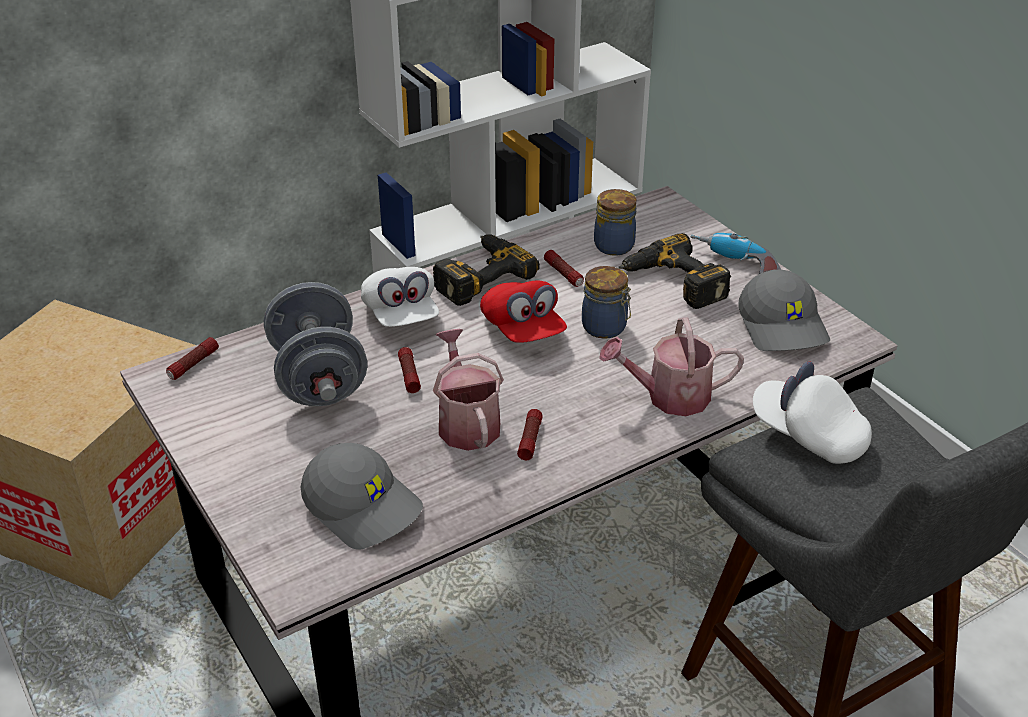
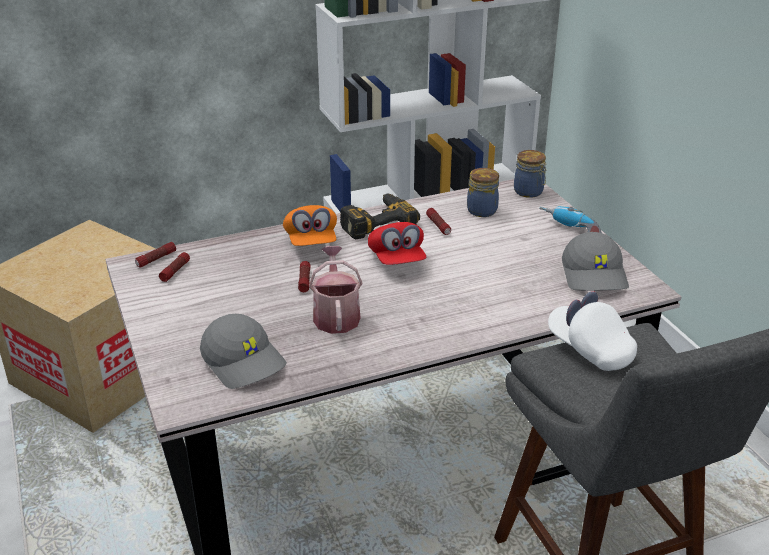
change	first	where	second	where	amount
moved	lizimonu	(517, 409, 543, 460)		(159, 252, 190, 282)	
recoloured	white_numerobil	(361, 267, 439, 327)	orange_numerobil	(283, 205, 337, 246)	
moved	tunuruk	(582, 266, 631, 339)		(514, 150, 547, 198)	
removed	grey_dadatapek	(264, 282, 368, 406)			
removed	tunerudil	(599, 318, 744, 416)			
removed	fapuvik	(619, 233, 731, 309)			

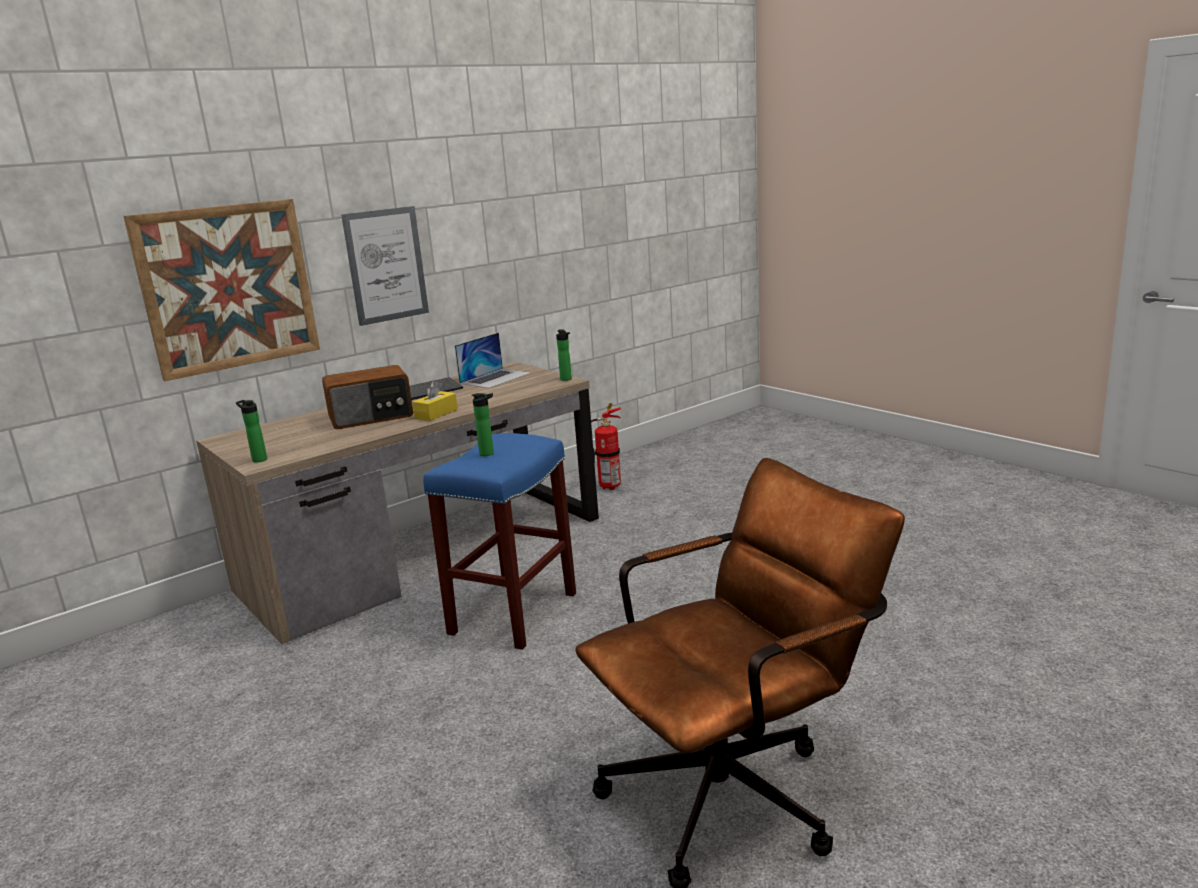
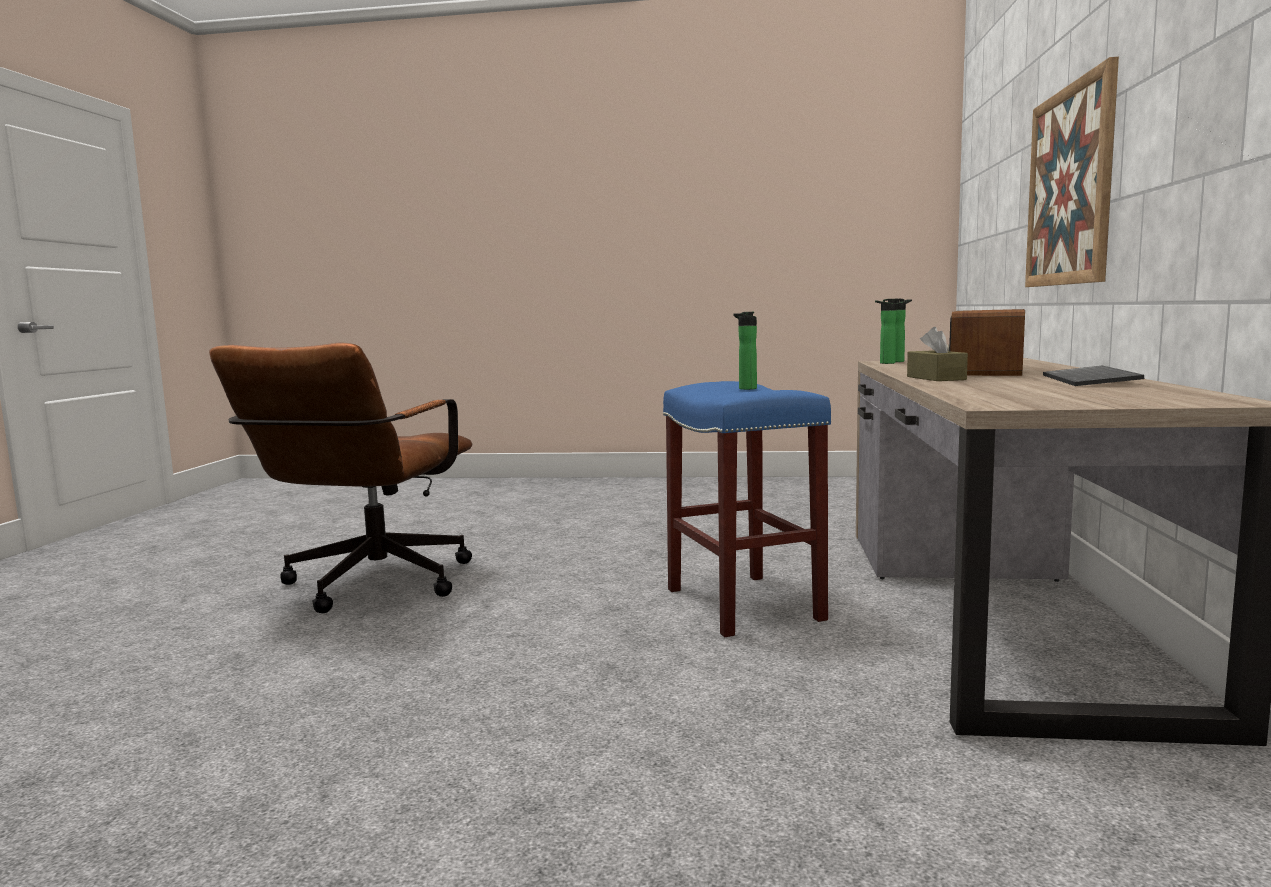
change	first	where	second	where	amount
moved	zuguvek	(556, 330, 572, 381)		(875, 299, 897, 364)	
recoloured	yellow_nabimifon	(412, 381, 458, 421)	brown_nabimifon	(907, 327, 968, 381)	
removed	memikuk	(341, 206, 429, 326)			
removed	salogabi	(455, 333, 531, 388)			
removed	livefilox	(591, 403, 621, 490)			

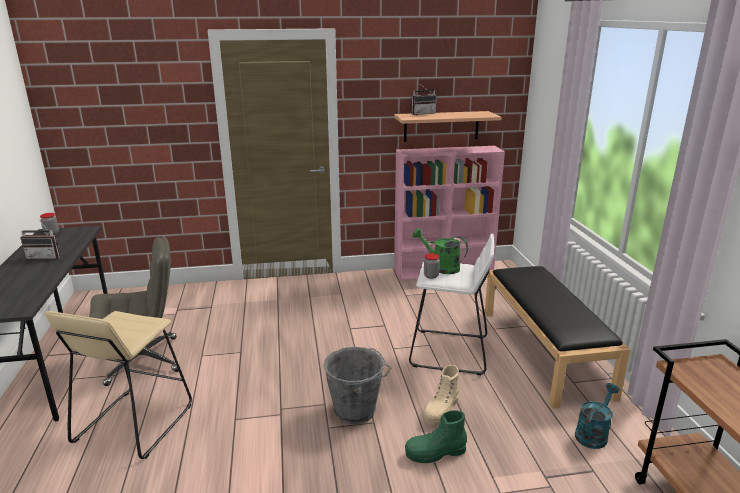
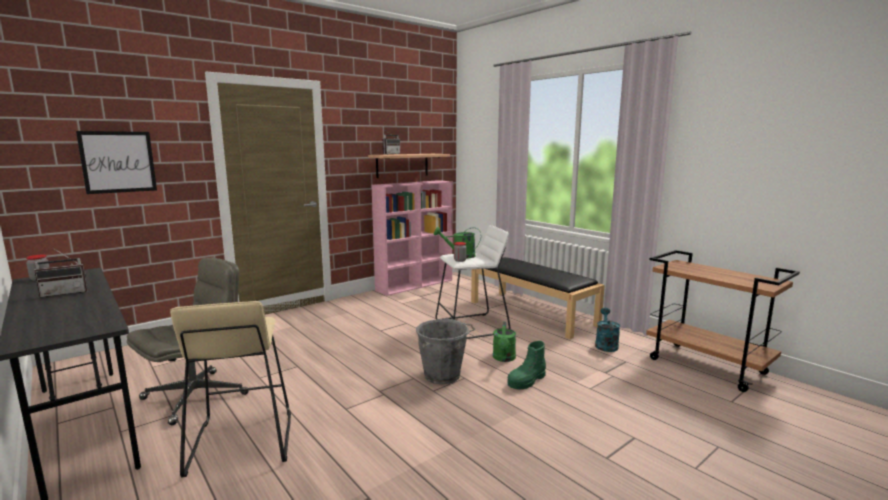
change	first	where	second	where	amount
added			memikuk	(76, 131, 157, 194)	
replaced	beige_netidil	(424, 365, 459, 426)	green_tunerudil	(493, 322, 516, 362)	

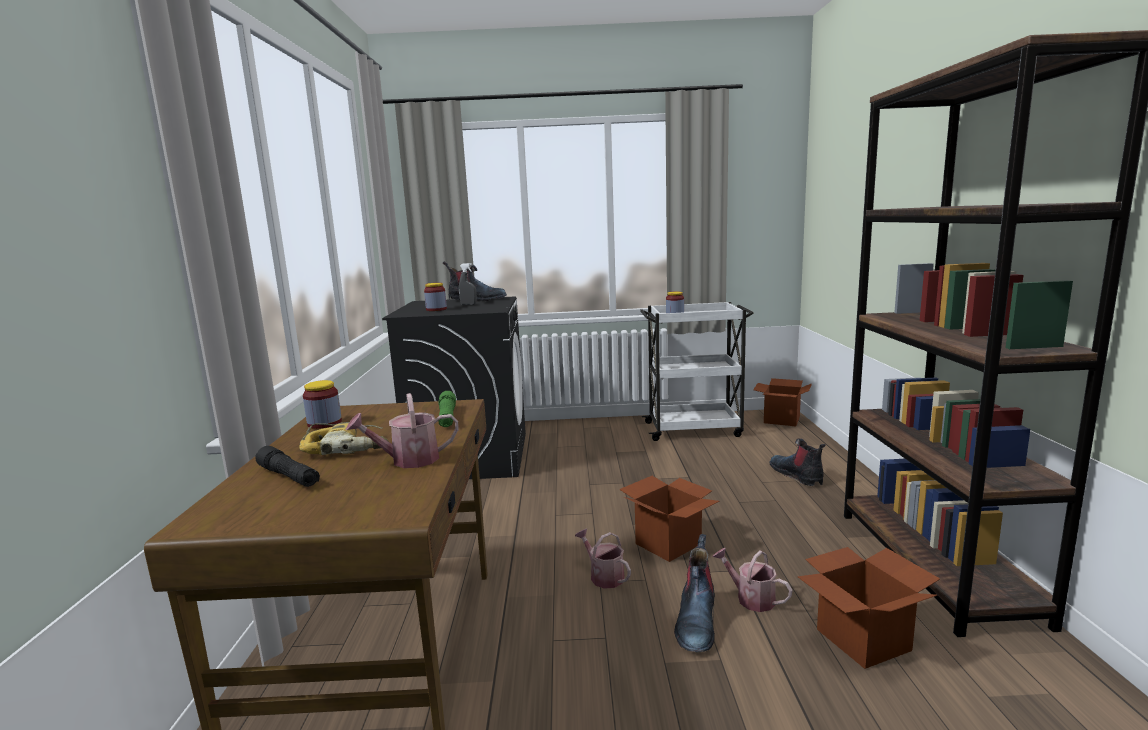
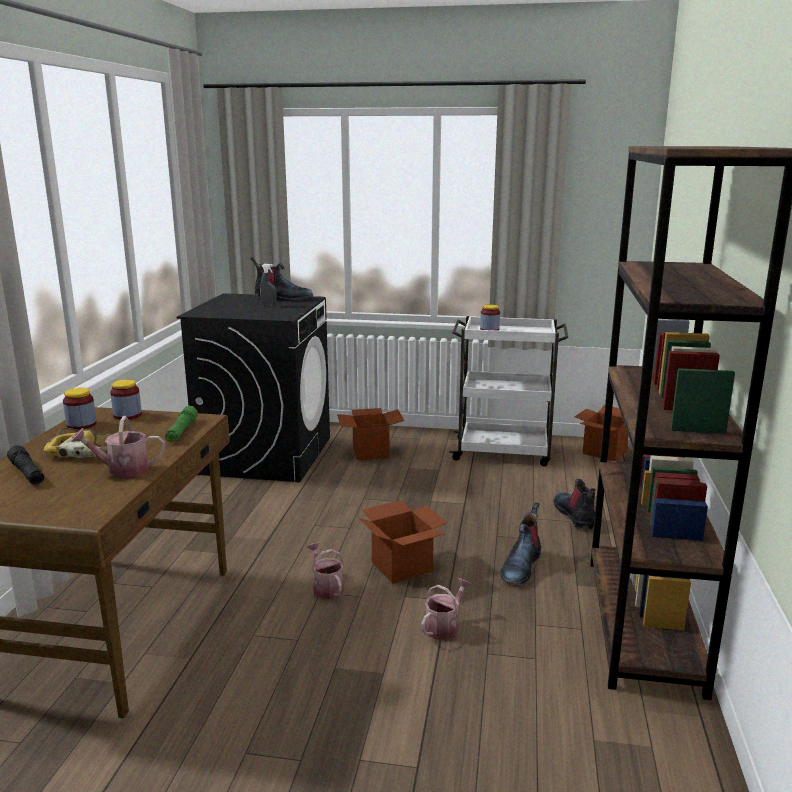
change	first	where	second	where	amount
moved	tunuruk	(424, 283, 447, 311)		(110, 379, 142, 420)	
moved	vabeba	(797, 547, 940, 669)		(337, 408, 404, 460)	
turned	tunerudil	(712, 548, 792, 612)		(421, 578, 471, 640)	75 degrees clockwise
moved	netidil	(674, 534, 715, 652)		(500, 503, 541, 584)	

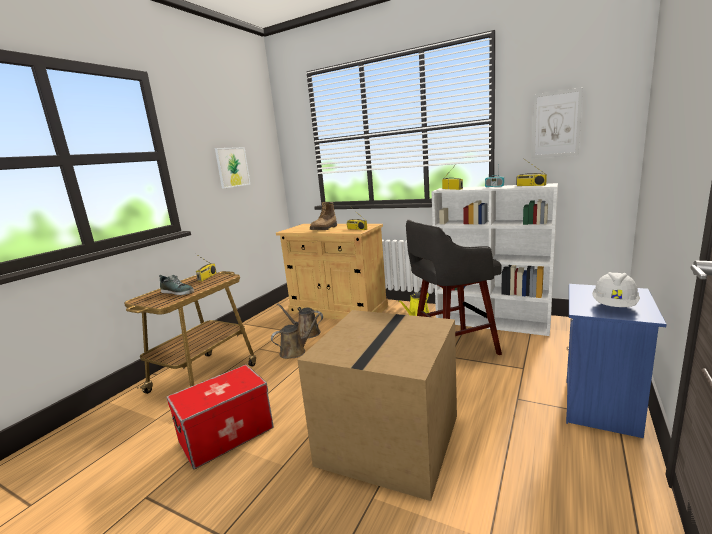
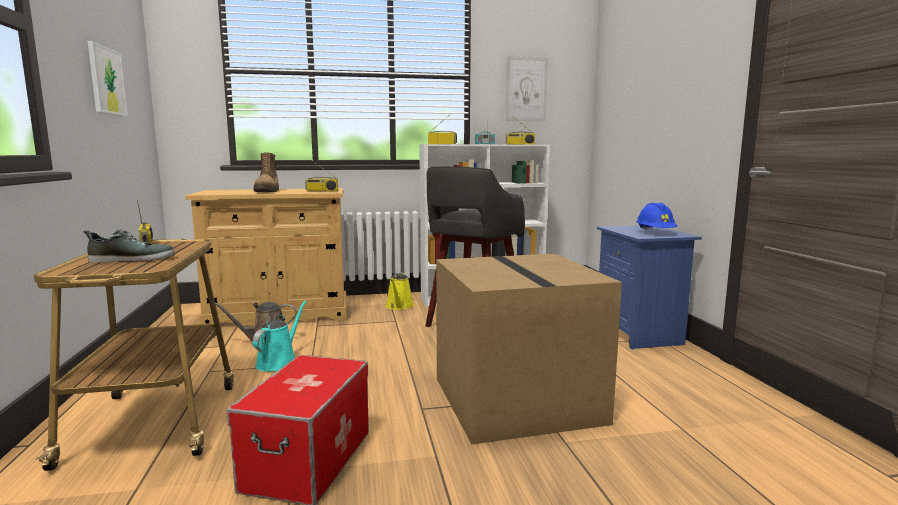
change	first	where	second	where	amount
recoloured	brown_tunerudil	(271, 312, 321, 359)	turquoise_tunerudil	(252, 301, 307, 372)	
recoloured	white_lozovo	(592, 272, 640, 307)	blue_lozovo	(637, 203, 678, 230)	

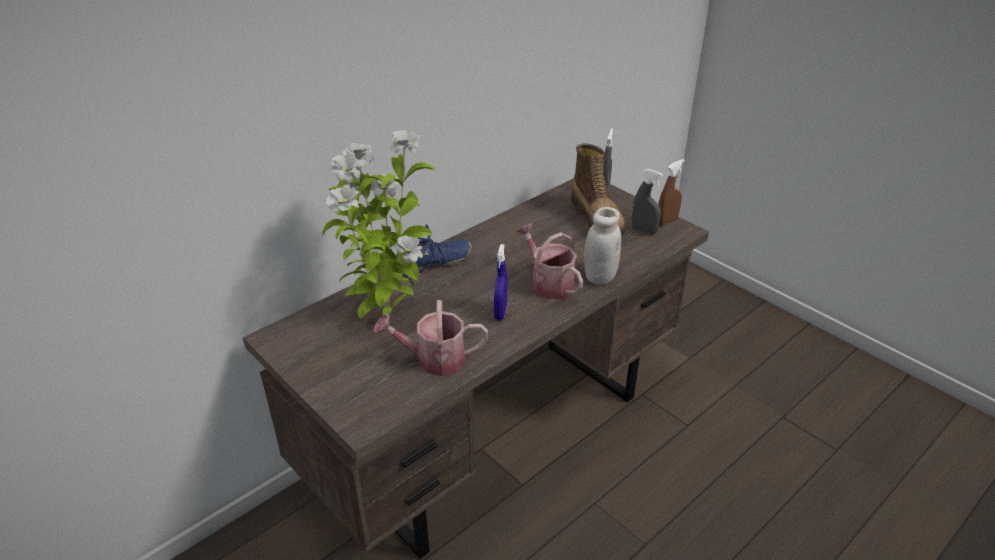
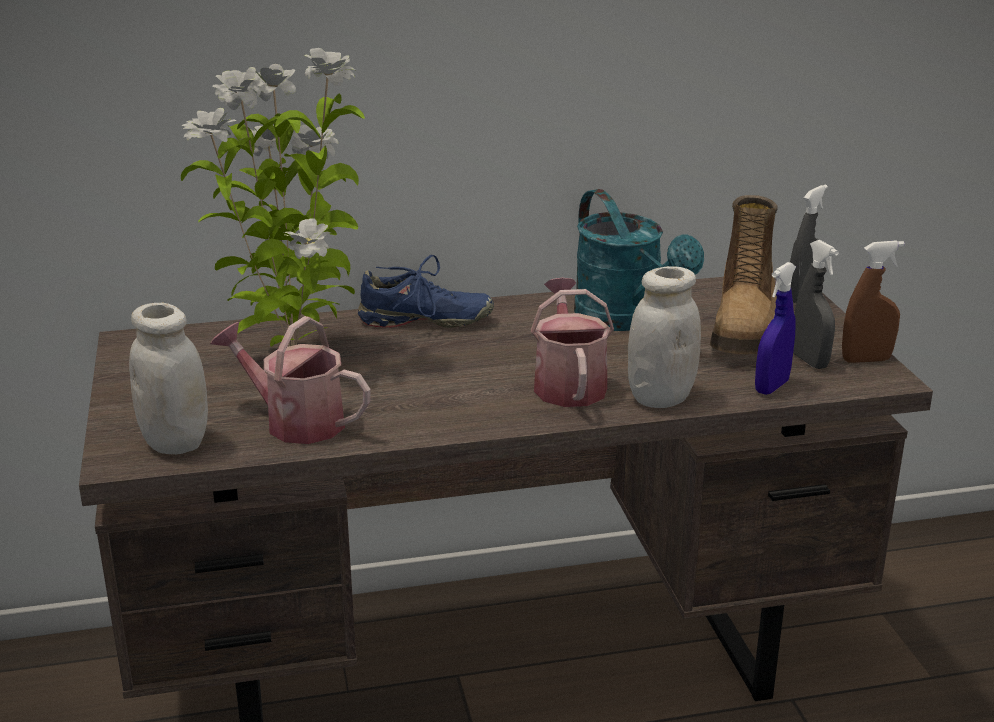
change	first	where	second	where	amount
added			white_tunuruk	(129, 303, 208, 454)	
added			turquoise_tunerudil	(574, 189, 704, 331)	
moved	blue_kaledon	(494, 244, 507, 320)		(755, 262, 796, 395)	

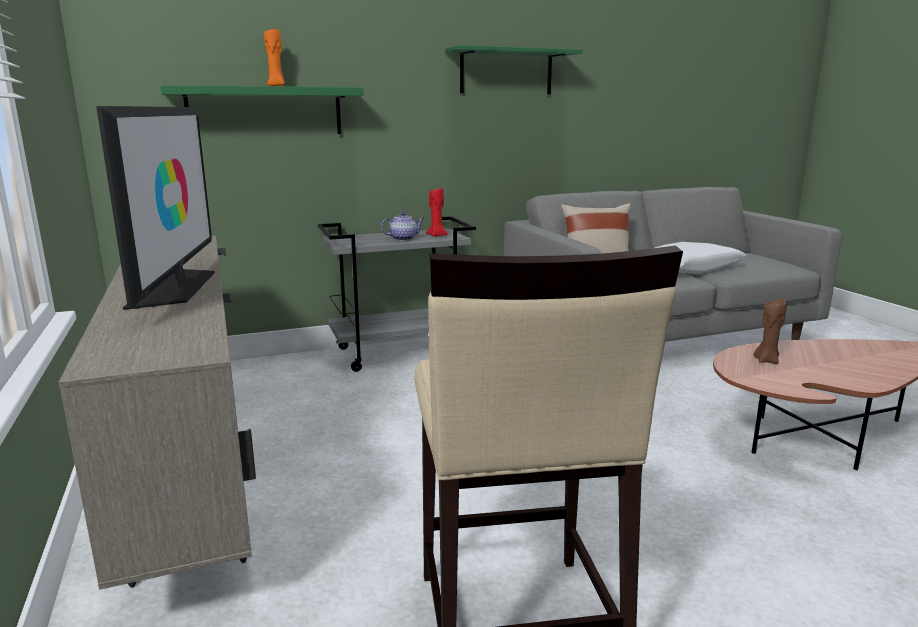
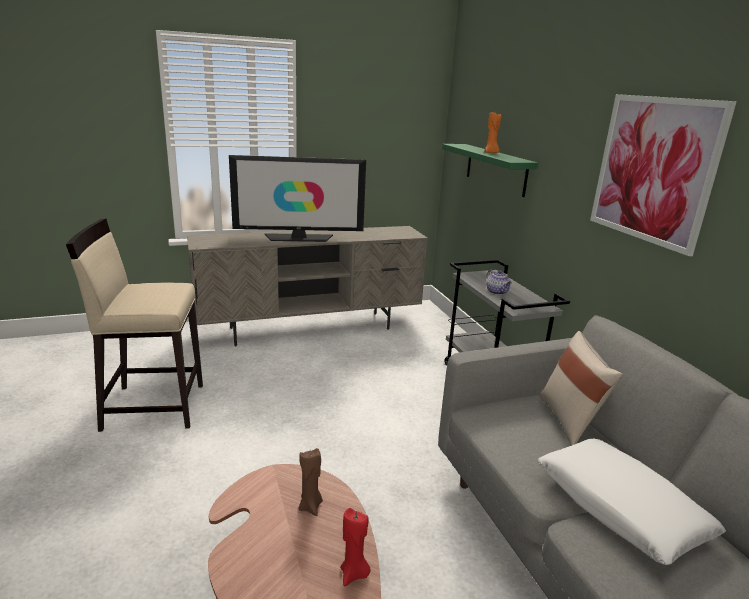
change	first	where	second	where	amount
moved	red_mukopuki	(426, 188, 448, 237)		(340, 508, 371, 586)	
replaced	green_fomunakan	(445, 45, 583, 94)	memikuk	(590, 94, 737, 256)	

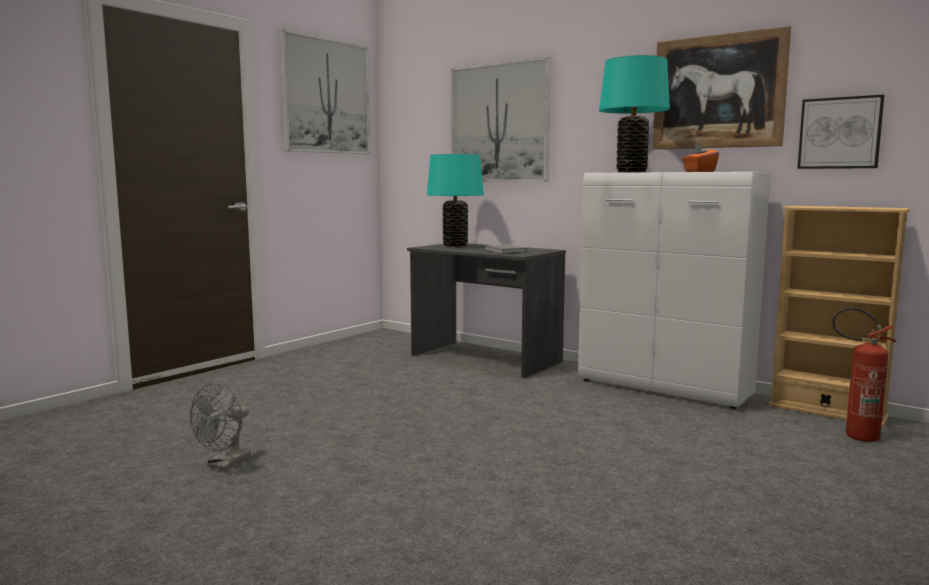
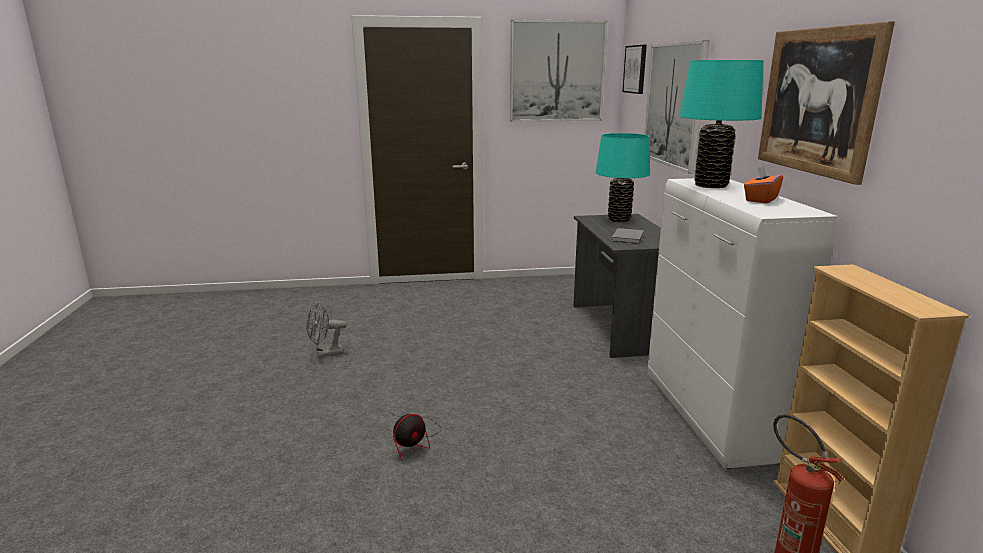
change	first	where	second	where	amount
added			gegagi	(390, 412, 441, 460)	
moved	memikuk	(797, 95, 885, 169)		(622, 45, 647, 94)	

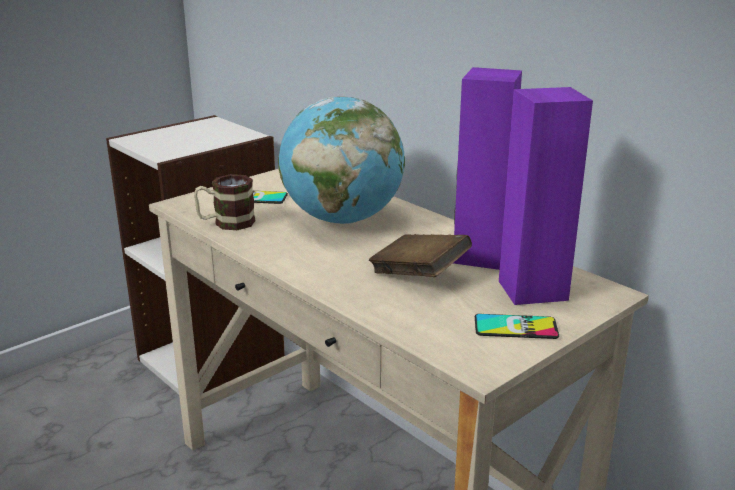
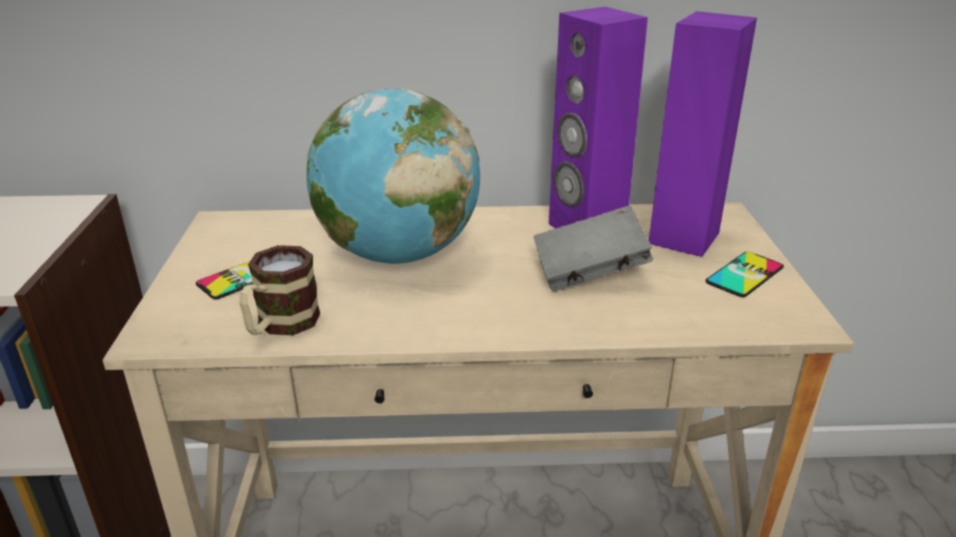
change	first	where	second	where	amount
recoloured	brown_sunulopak	(369, 234, 472, 277)	grey_sunulopak	(533, 205, 653, 291)	

